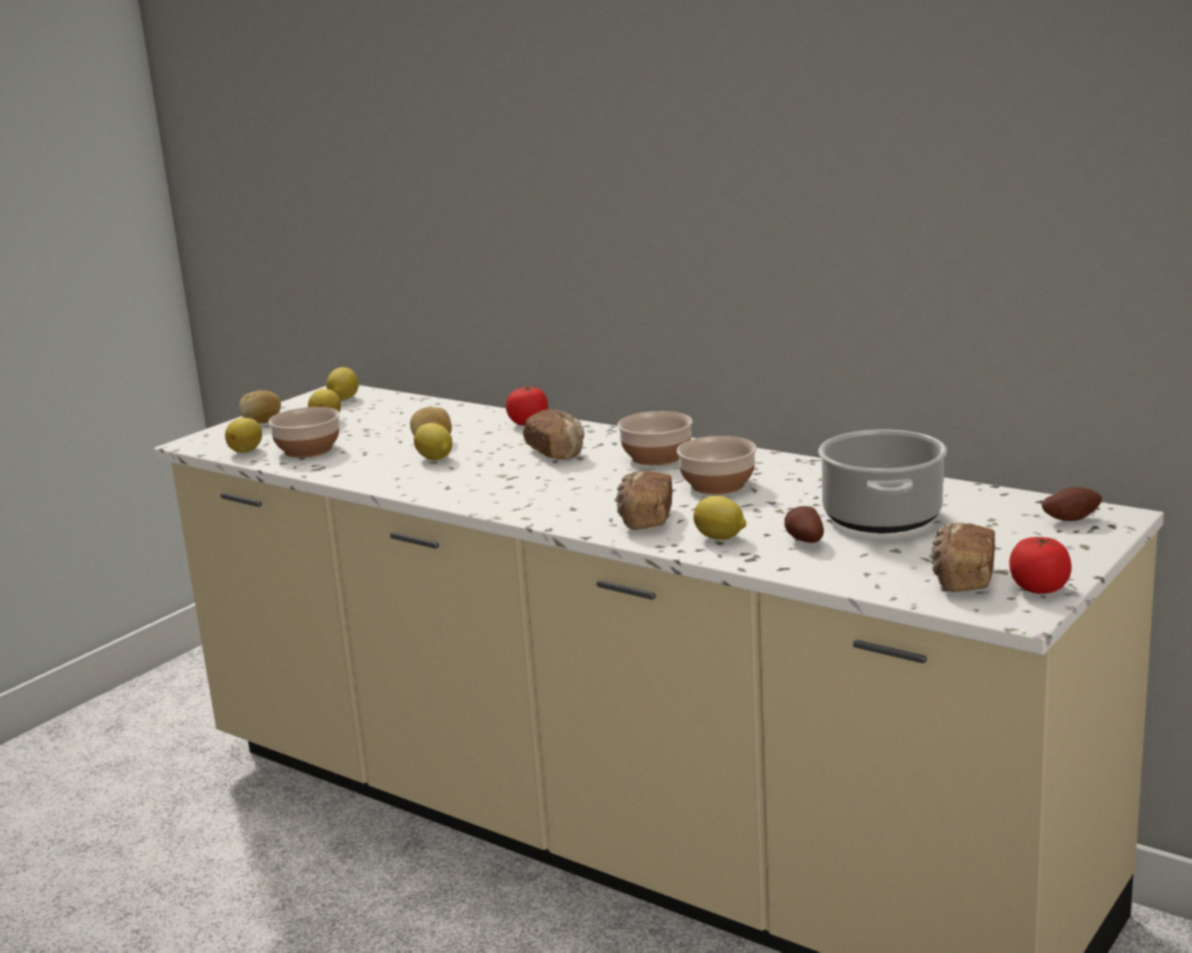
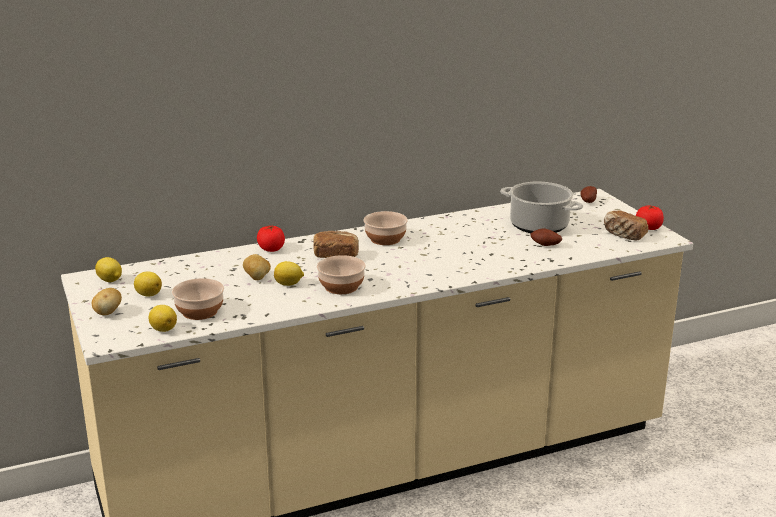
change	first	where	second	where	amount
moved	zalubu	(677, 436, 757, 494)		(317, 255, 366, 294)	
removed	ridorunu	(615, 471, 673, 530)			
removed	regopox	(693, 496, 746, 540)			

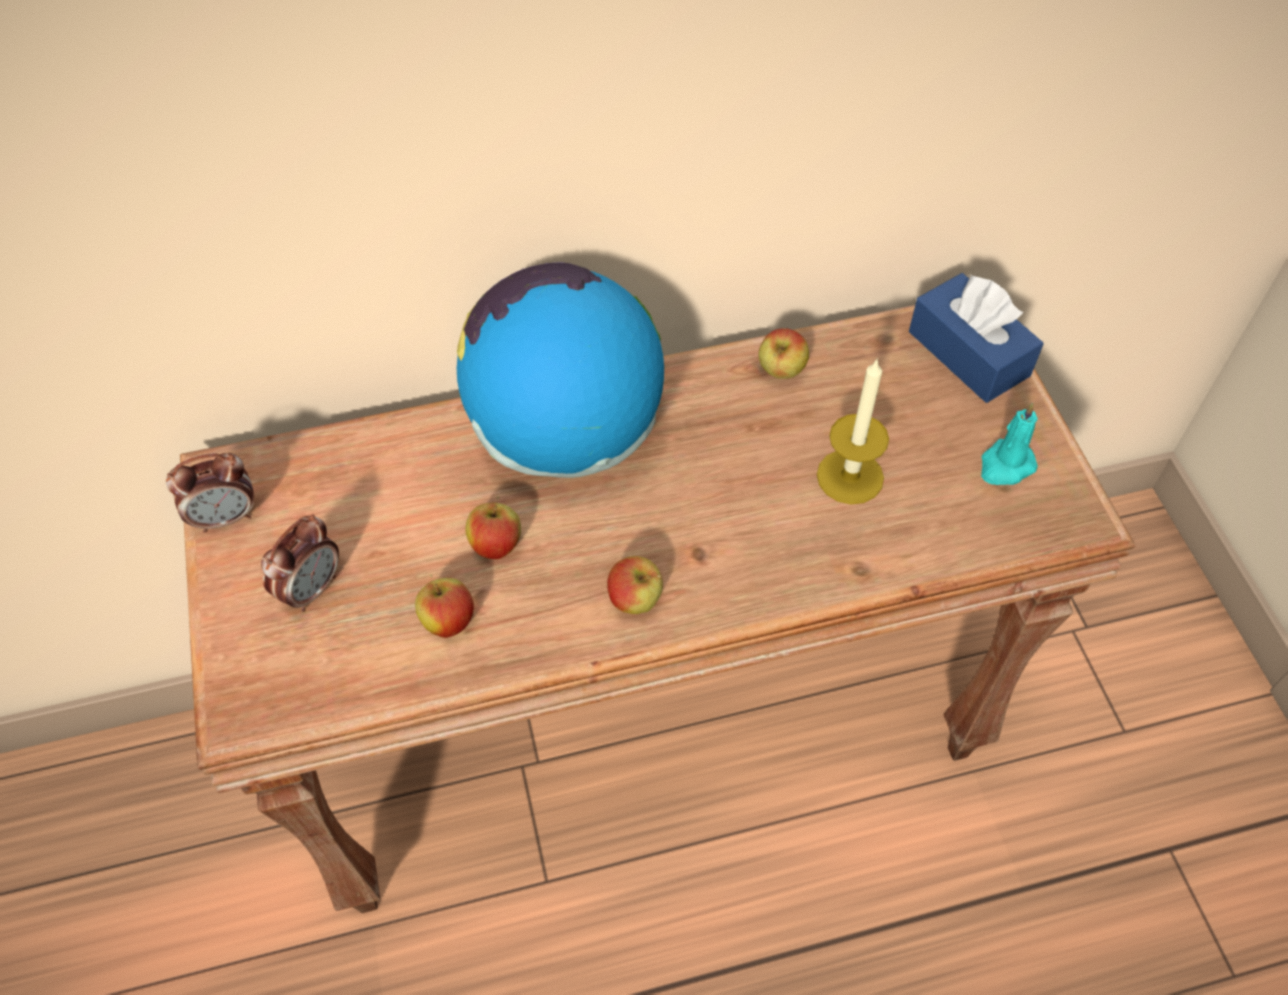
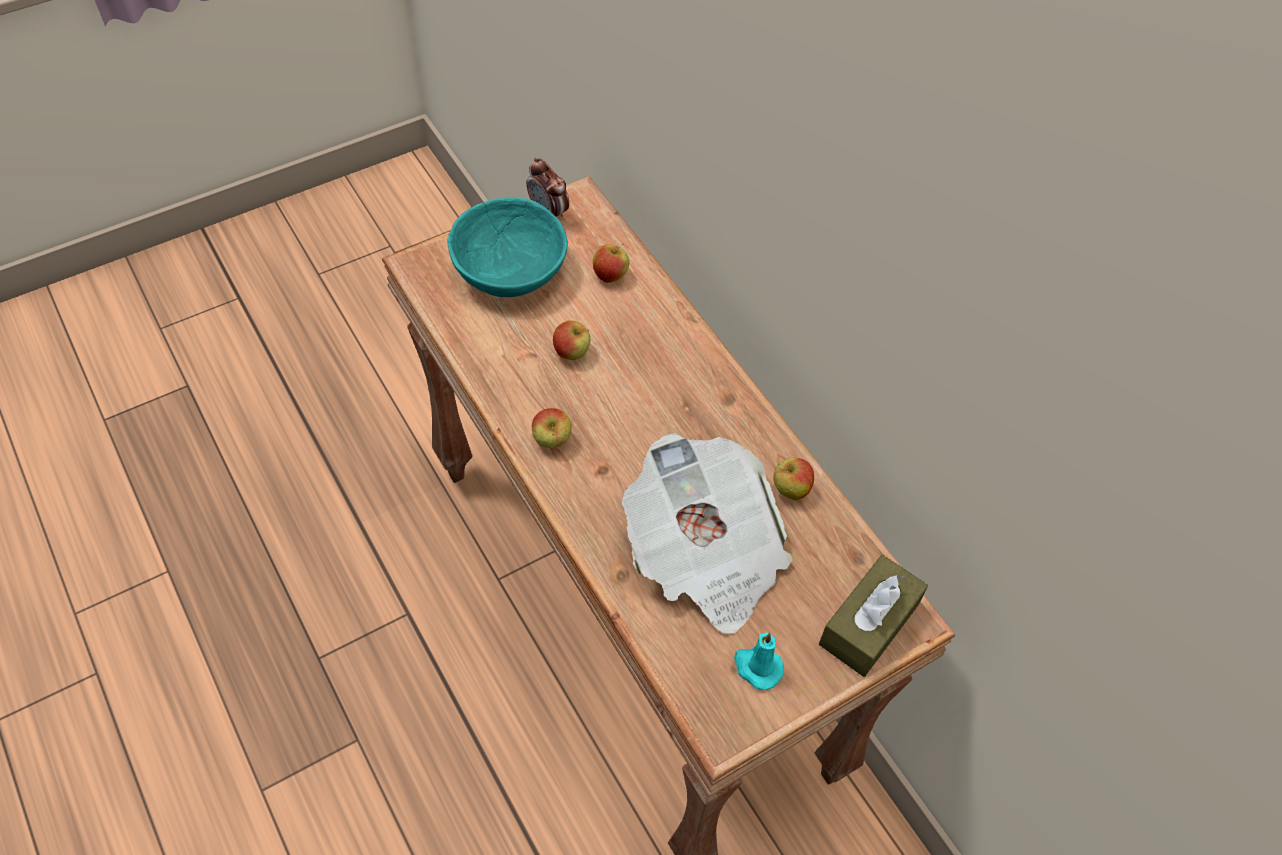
change	first	where	second	where	amount
replaced	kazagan	(261, 514, 339, 612)	turquoise_zalubu	(448, 197, 568, 297)	
moved	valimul	(415, 574, 474, 638)		(593, 243, 629, 283)	
replaced	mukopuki	(817, 358, 889, 504)	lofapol	(622, 433, 792, 634)	
recoloured	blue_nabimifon	(909, 273, 1044, 403)	brown_nabimifon	(819, 555, 928, 677)	
removed	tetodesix	(457, 262, 664, 478)			

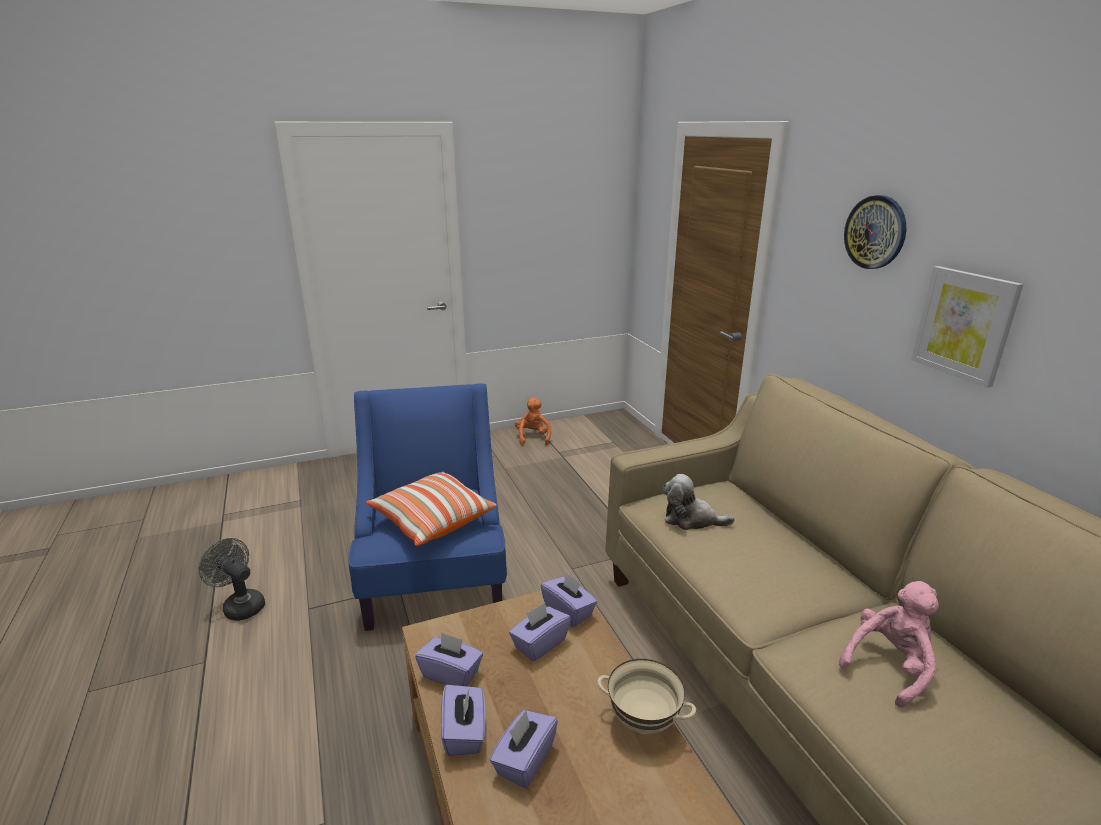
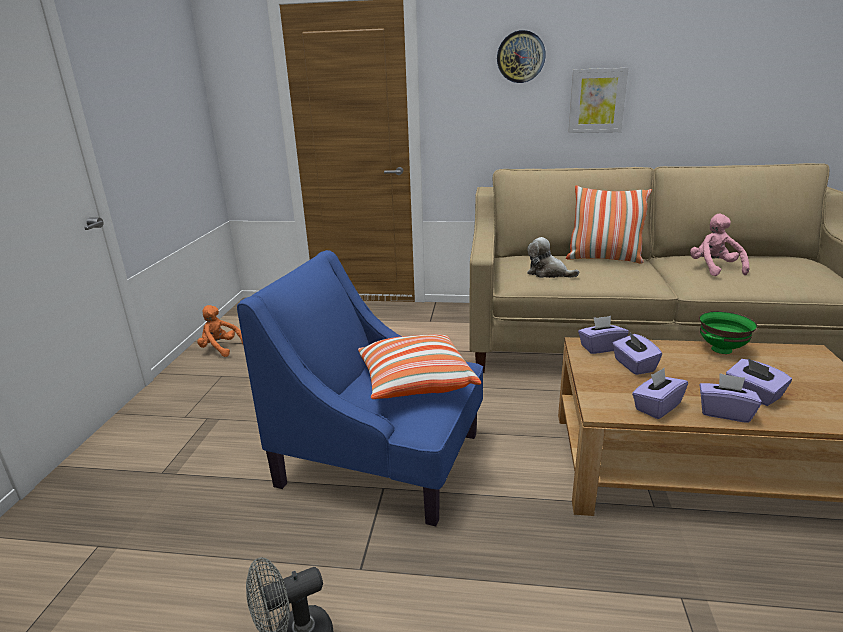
change	first	where	second	where	amount
turned	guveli	(663, 474, 735, 530)		(527, 237, 579, 278)	75 degrees clockwise
added			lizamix	(566, 185, 652, 263)	
recoloured	beige_zalubu	(597, 659, 696, 734)	green_zalubu	(699, 311, 757, 354)	

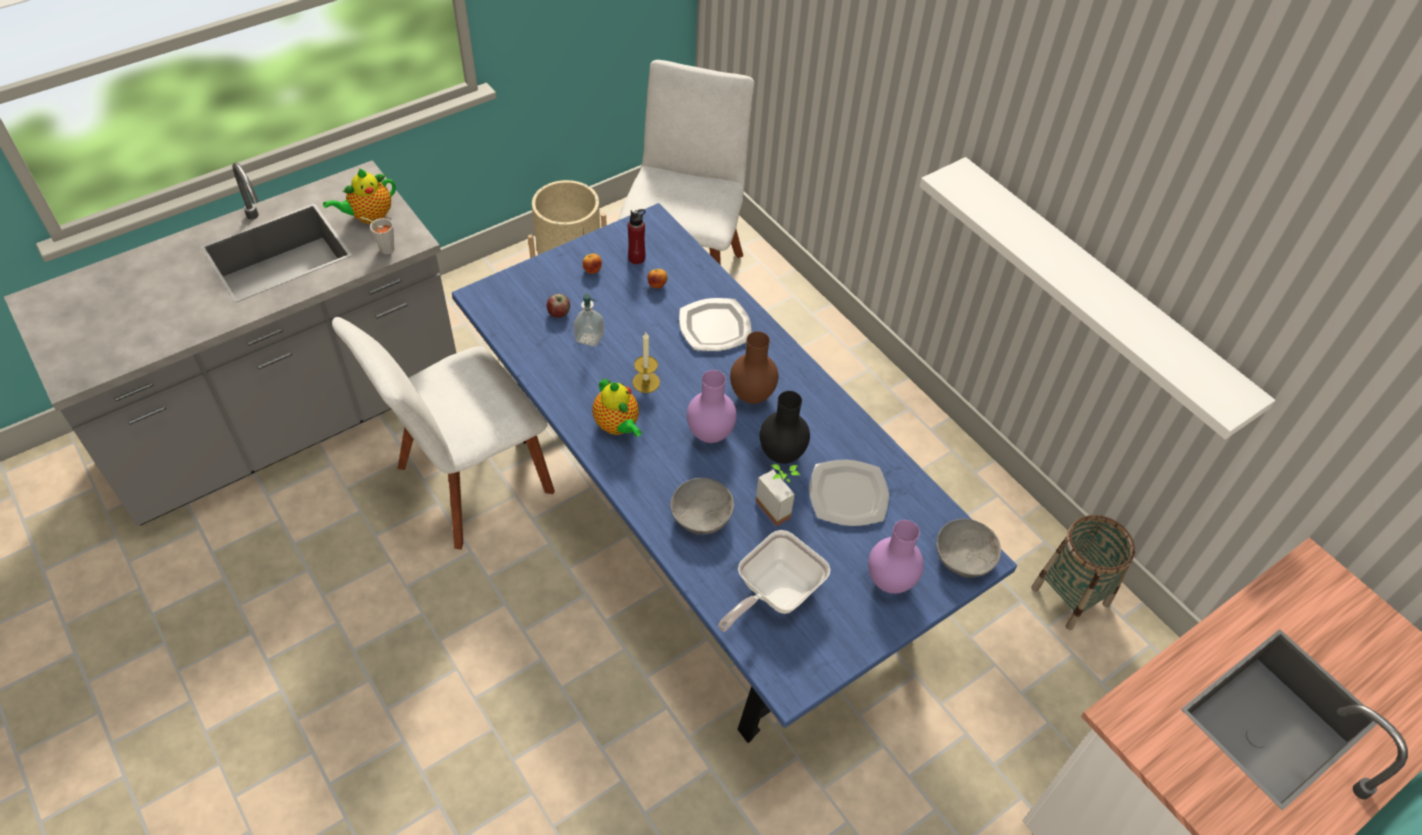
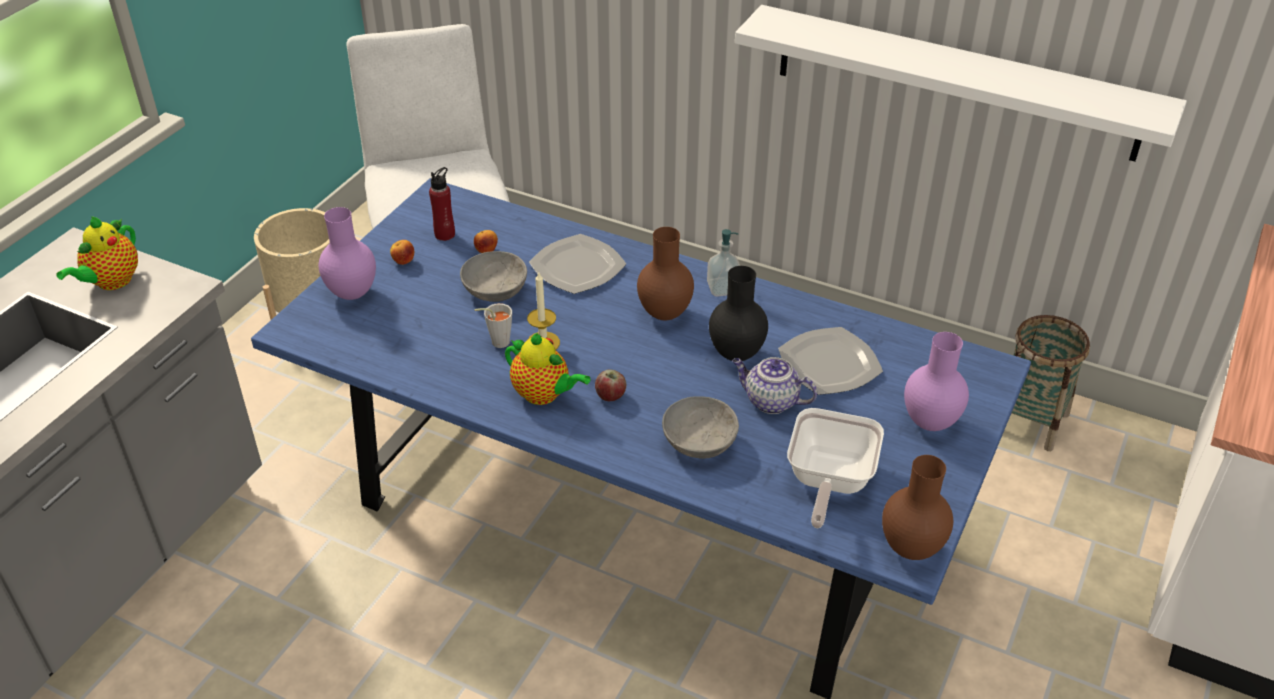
change	first	where	second	where	amount
moved	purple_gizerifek	(687, 370, 737, 443)		(319, 207, 376, 300)	
moved	grey_zalubu	(936, 519, 1001, 578)		(460, 251, 527, 302)	
moved	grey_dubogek	(361, 217, 394, 254)		(474, 303, 512, 348)	
moved	valimul	(547, 294, 570, 317)		(595, 369, 626, 401)	
moved	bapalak	(574, 294, 604, 346)		(707, 229, 740, 297)	
replaced	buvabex	(756, 464, 800, 526)	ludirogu	(732, 357, 817, 414)	
added			brown_gizerifek	(882, 455, 953, 560)	
removed	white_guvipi	(332, 317, 555, 550)			

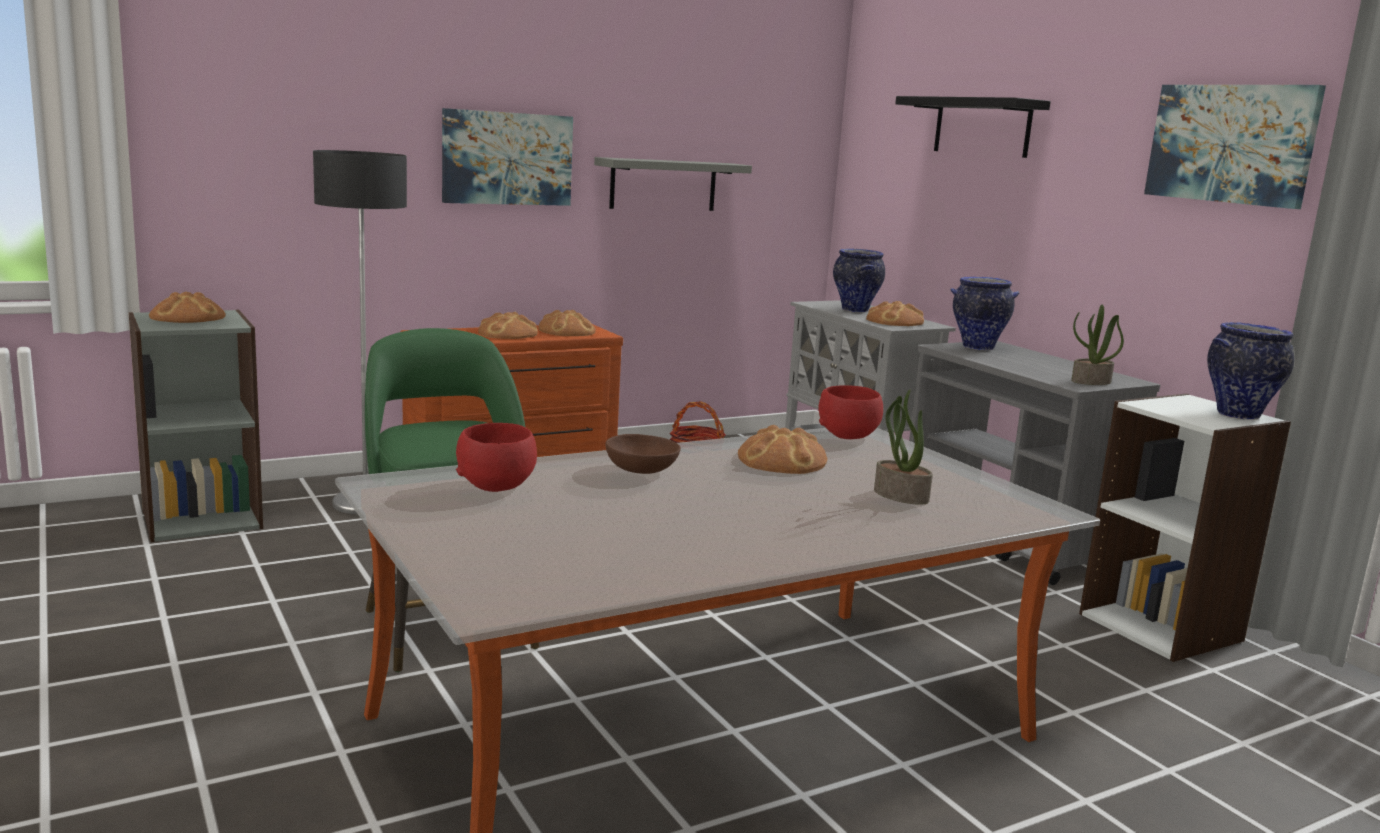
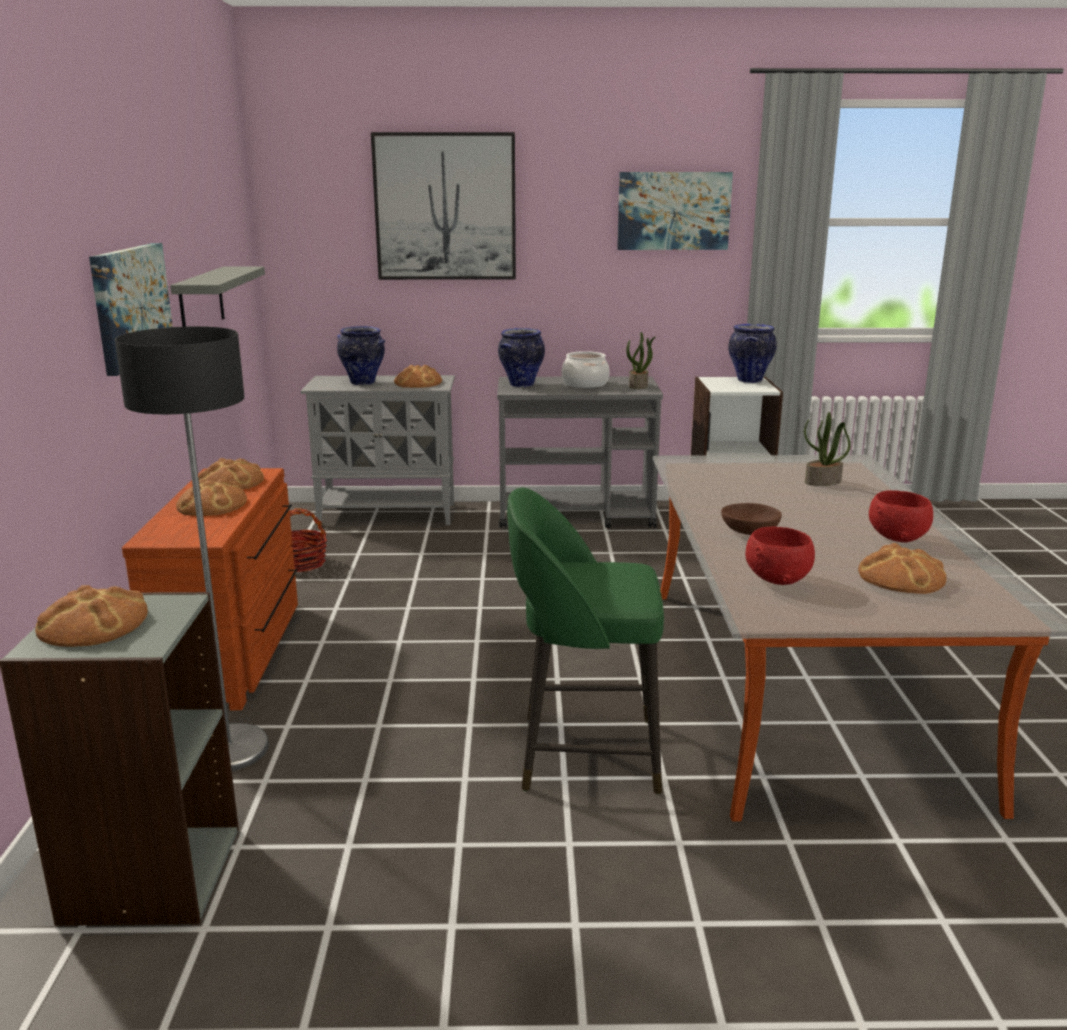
change	first	where	second	where	amount
replaced	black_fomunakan	(895, 96, 1051, 158)	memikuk	(371, 132, 516, 280)	
added			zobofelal	(562, 351, 609, 388)	
moved	ridorunu	(738, 424, 827, 474)		(858, 543, 947, 594)	
moved	red_zalubu	(818, 385, 883, 439)		(869, 490, 933, 542)	

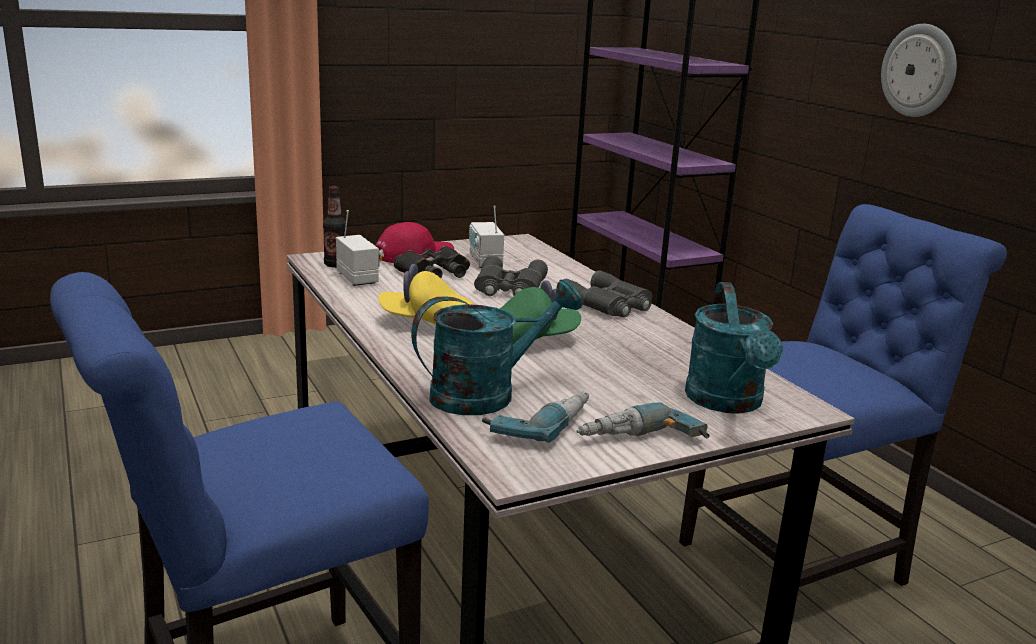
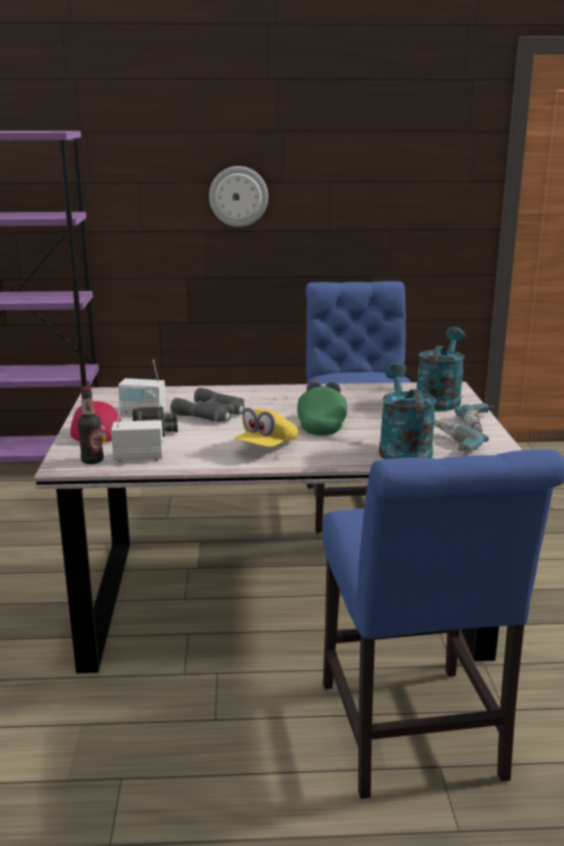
change	first	where	second	where	amount
turned	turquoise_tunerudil	(685, 282, 783, 413)		(416, 327, 465, 411)	90 degrees counterclockwise
removed	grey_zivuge	(563, 270, 652, 317)			

